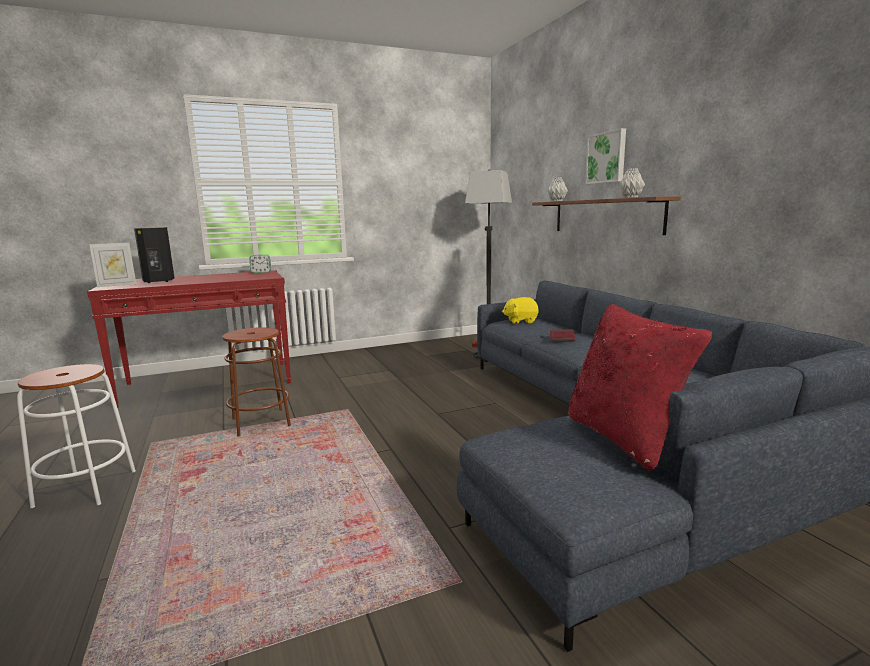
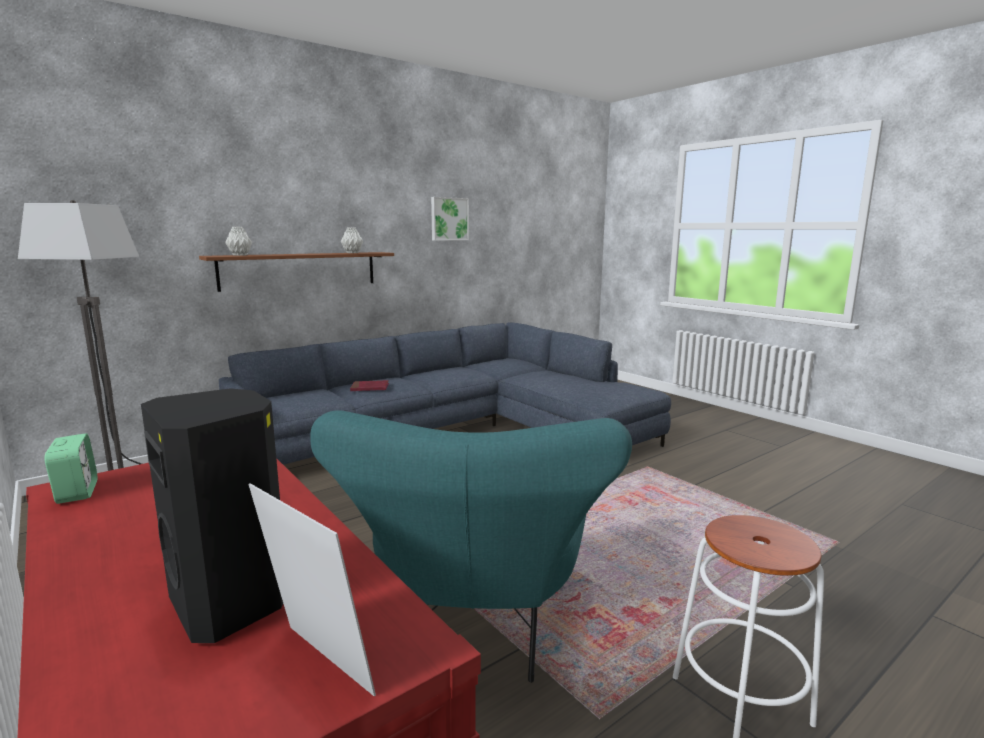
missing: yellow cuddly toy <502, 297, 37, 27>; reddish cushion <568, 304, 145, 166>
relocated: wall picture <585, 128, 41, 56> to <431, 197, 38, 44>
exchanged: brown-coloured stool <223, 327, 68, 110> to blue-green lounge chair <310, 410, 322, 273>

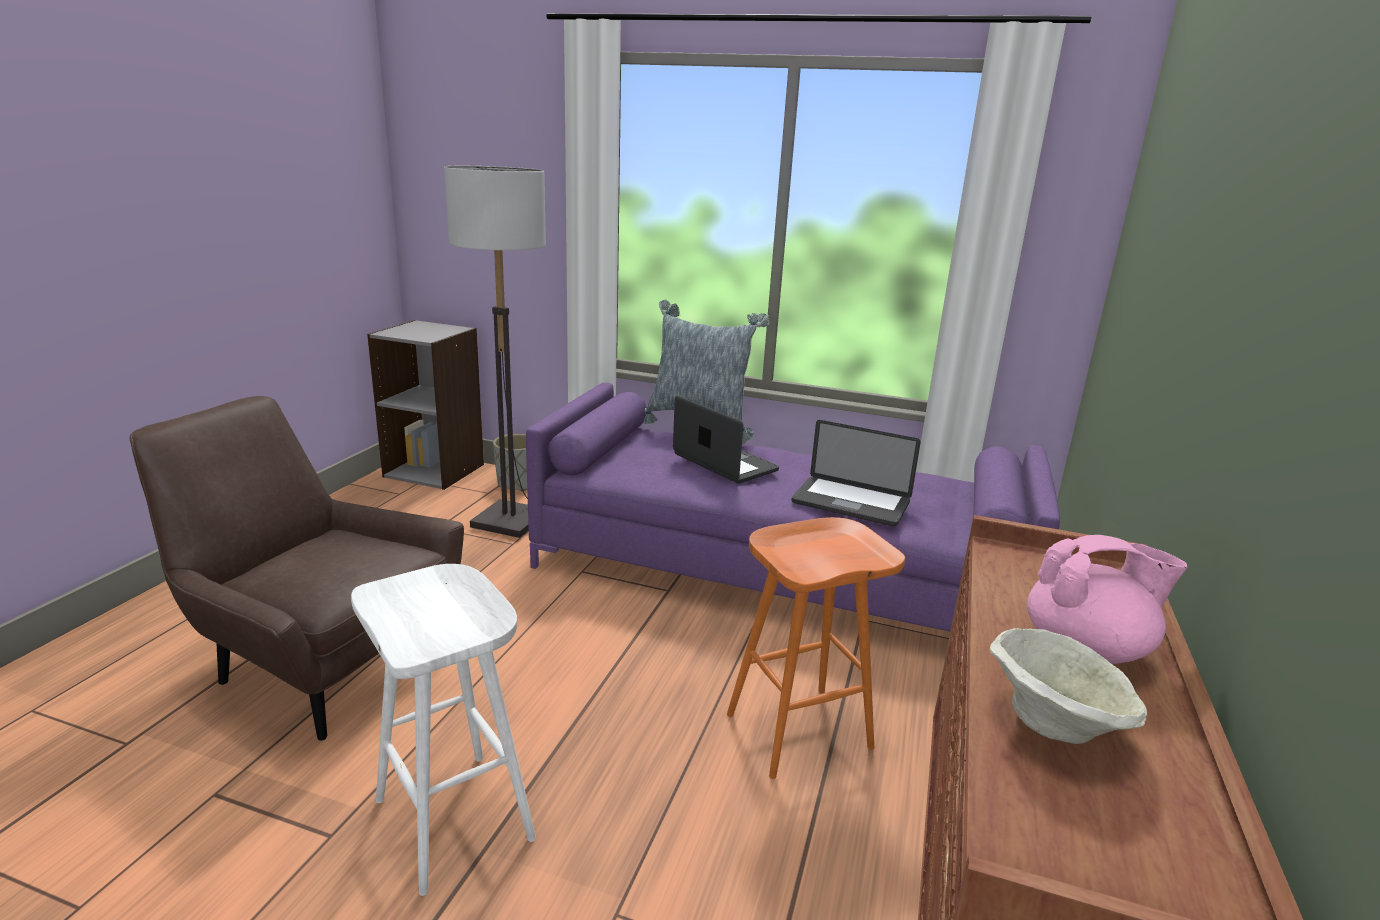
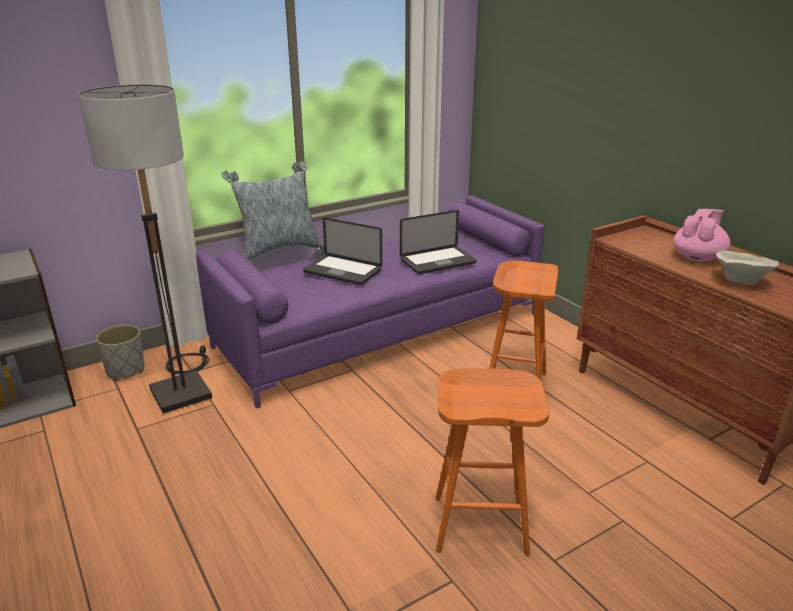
missing: brown-coloured lounge chair <130, 396, 334, 345>
colour: white-coloured stool <351, 564, 185, 332> to orange-coloured stool <435, 368, 115, 188>
spun: notebook computer <673, 396, 106, 88> = <303, 218, 79, 67> 150 degrees counterclockwise

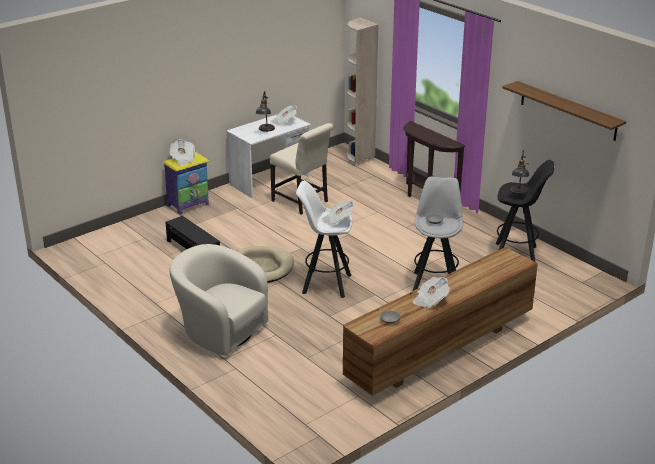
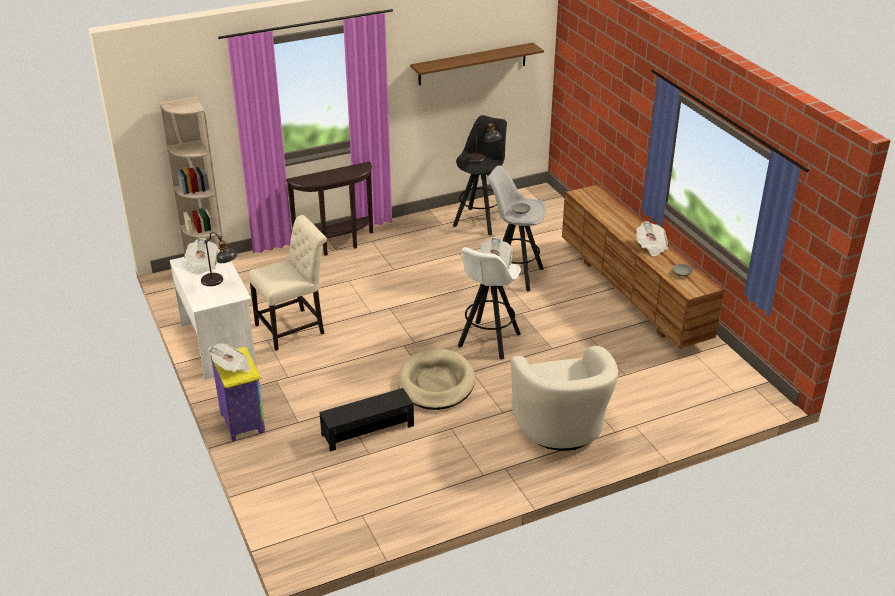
spun: beige-coloured lounge chair <169, 244, 99, 112> = <511, 346, 107, 105> 60 degrees counterclockwise

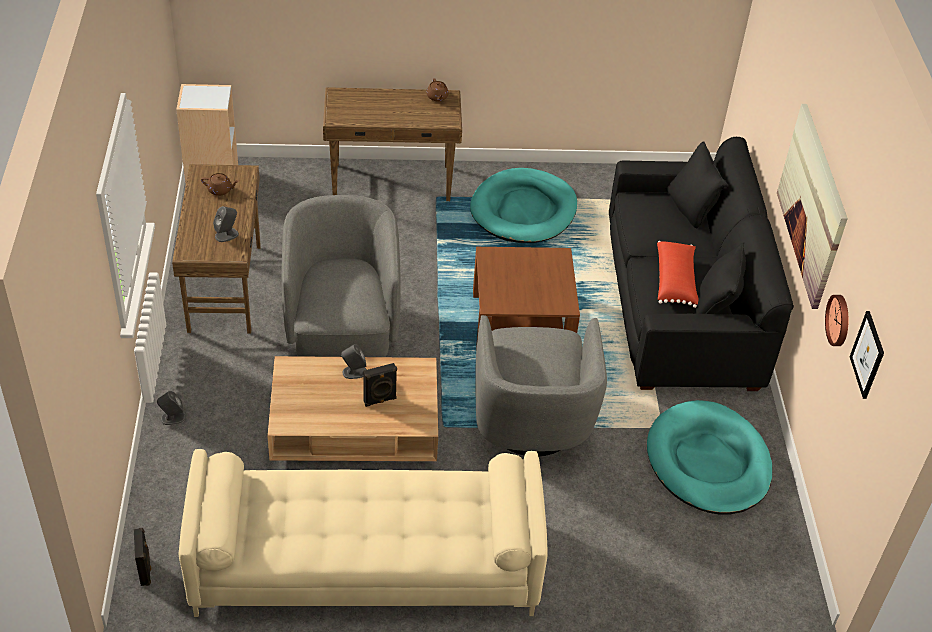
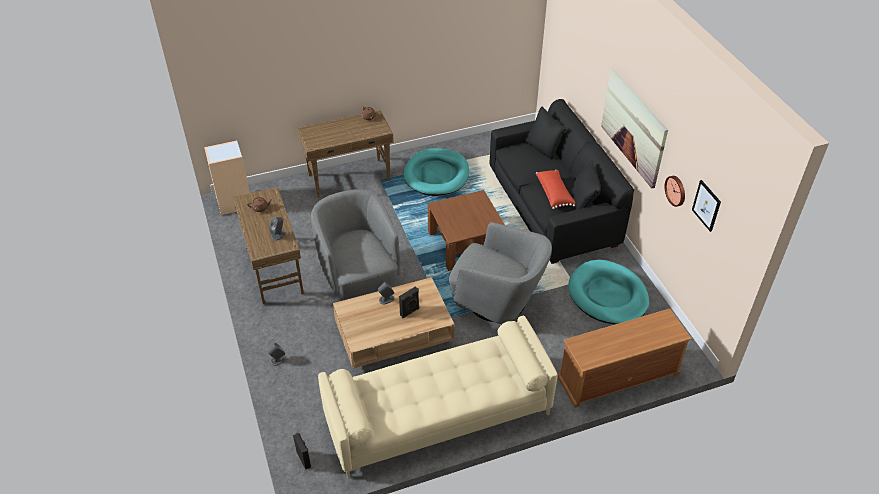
appeared: brown-coloured media console <557, 309, 135, 99>
spun: grey lounge chair <475, 315, 132, 141> = <449, 222, 103, 102> 45 degrees counterclockwise

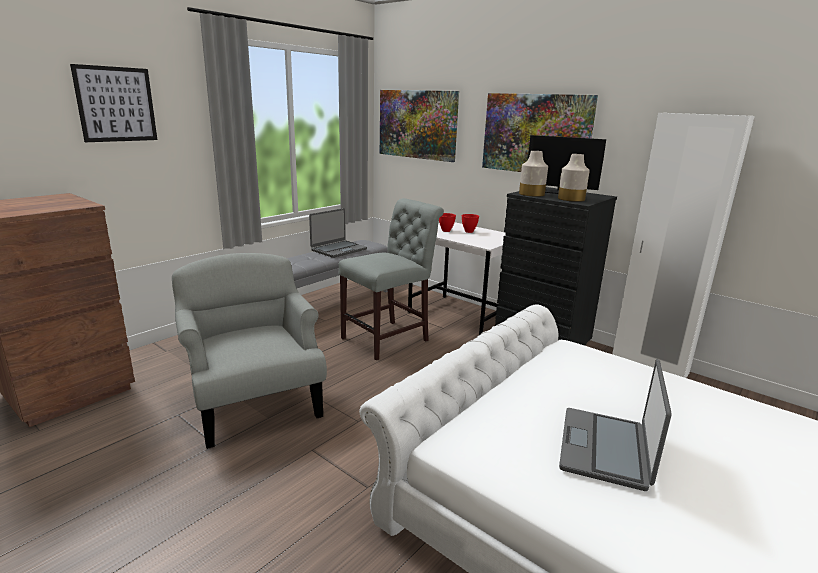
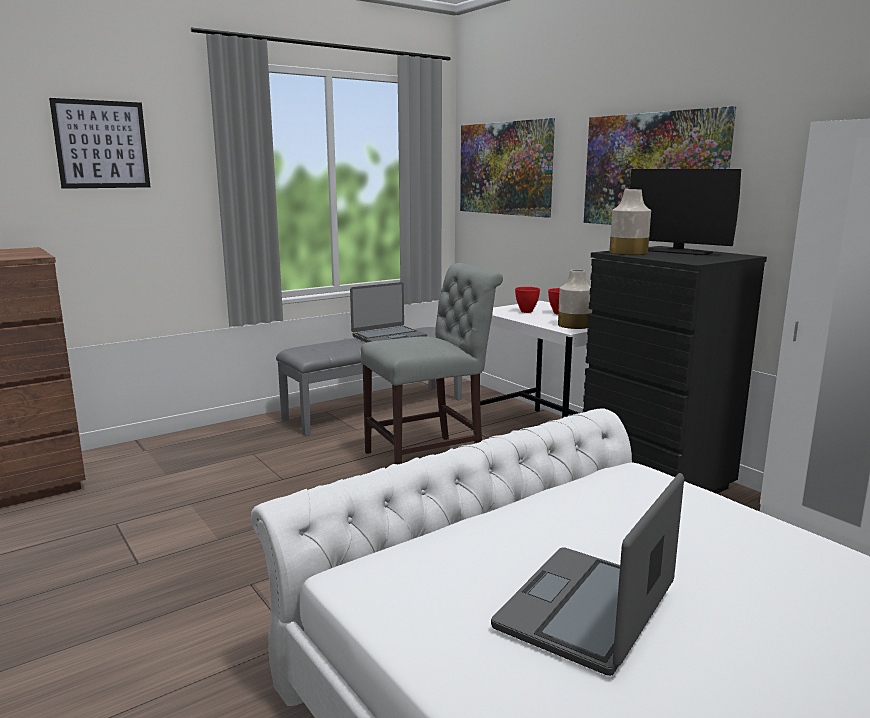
missing: grey lounge chair <172, 253, 155, 196>
relocated: beige-coloured flower vase <558, 154, 32, 48> to <558, 269, 34, 60>

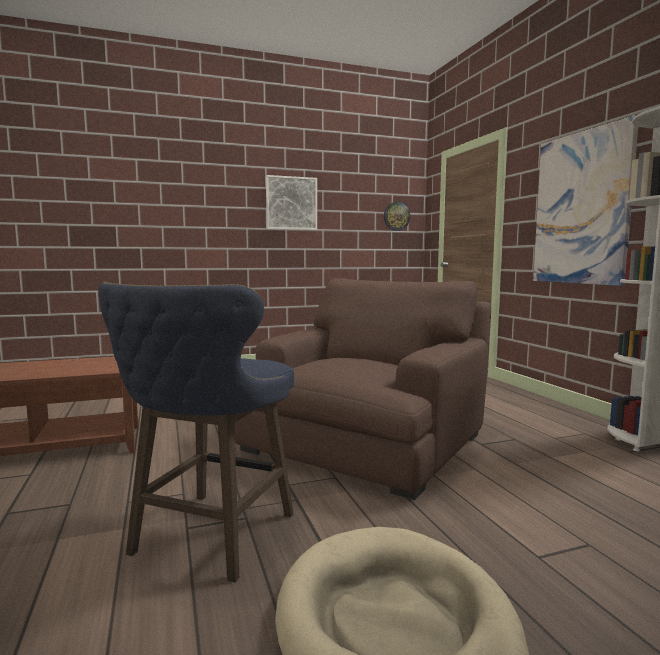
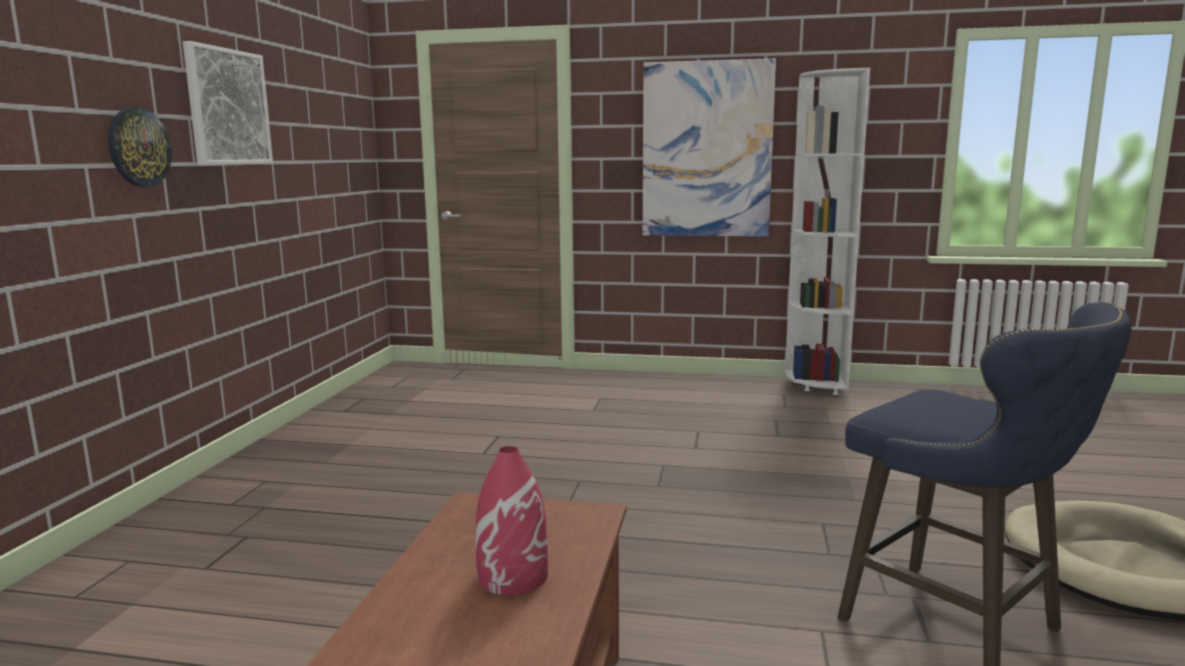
missing: brown-coloured lounge chair <234, 278, 257, 222>
appeared: reddish flower vase <476, 446, 72, 149>
relocated: wall clock <384, 202, 26, 29> to <108, 107, 64, 80>

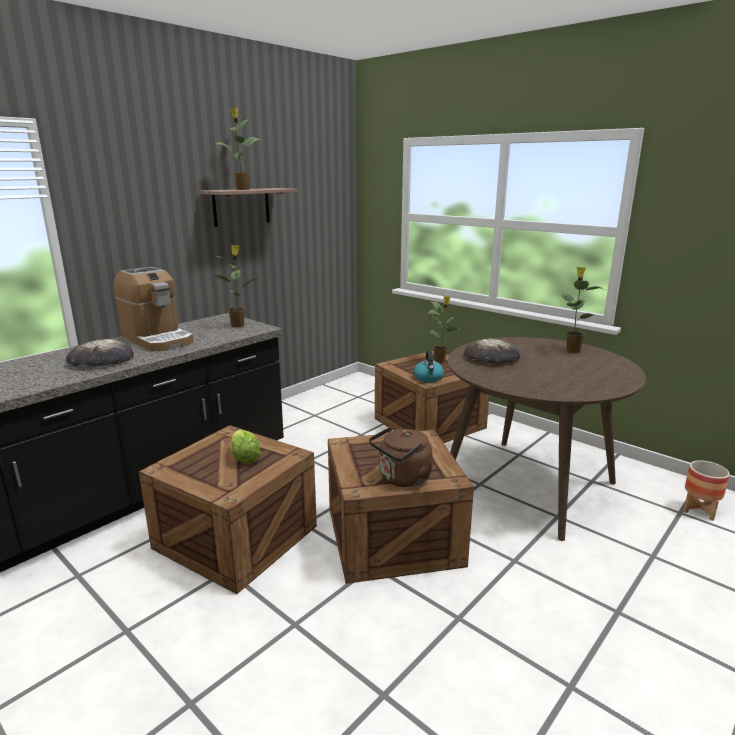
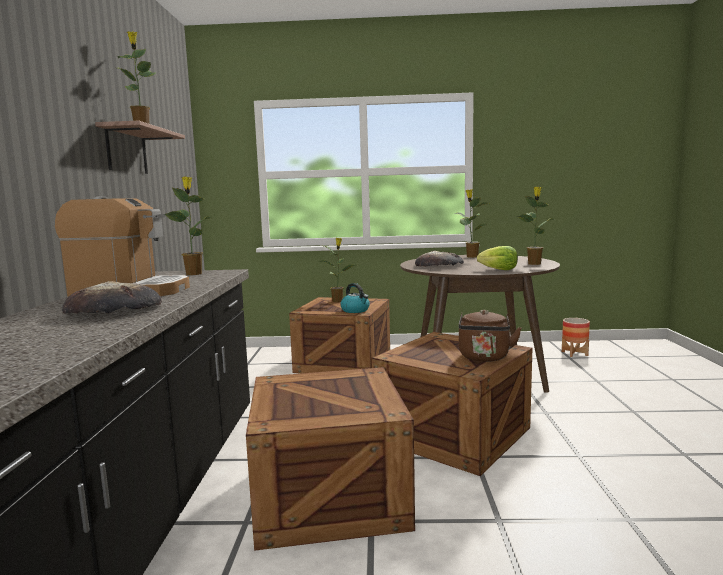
appeared: plant in a pot <516, 187, 39, 78>
relocated: head of lettuce <231, 429, 30, 35> to <477, 246, 41, 24>

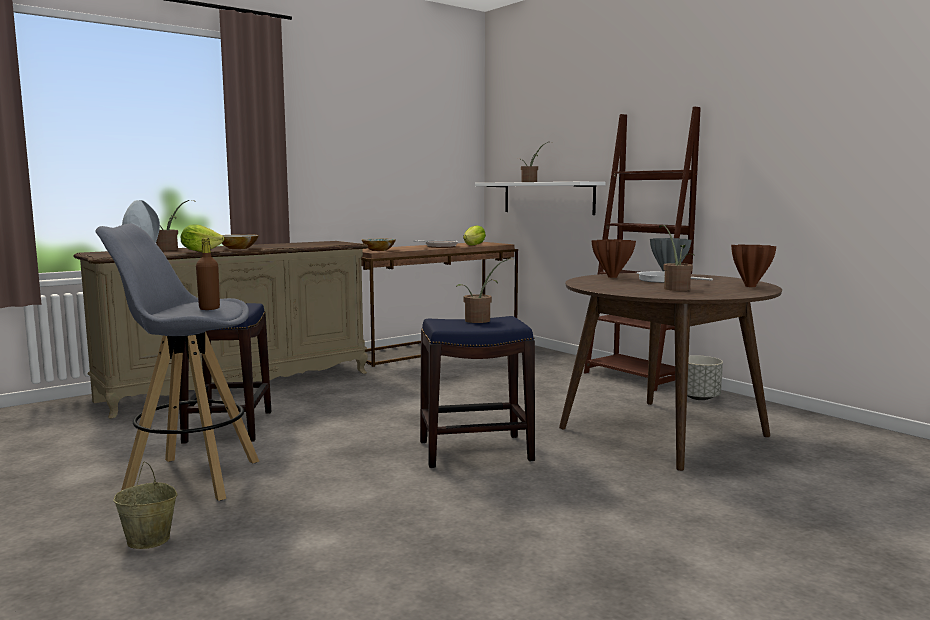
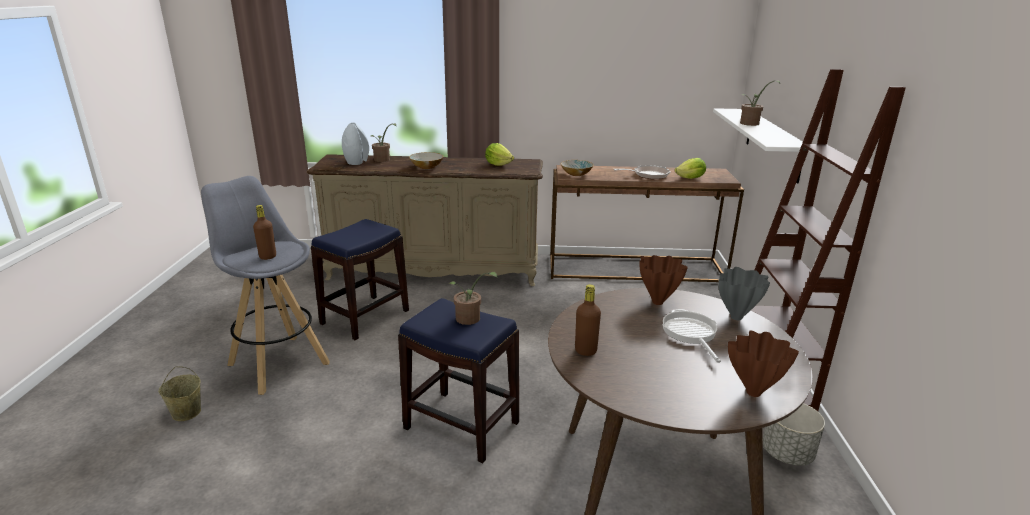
missing: plant in a pot <659, 225, 36, 66>
appeared: brown-coloured bottle <575, 284, 26, 72>
relocated: head of lettuce <181, 224, 43, 28> to <485, 143, 29, 23>

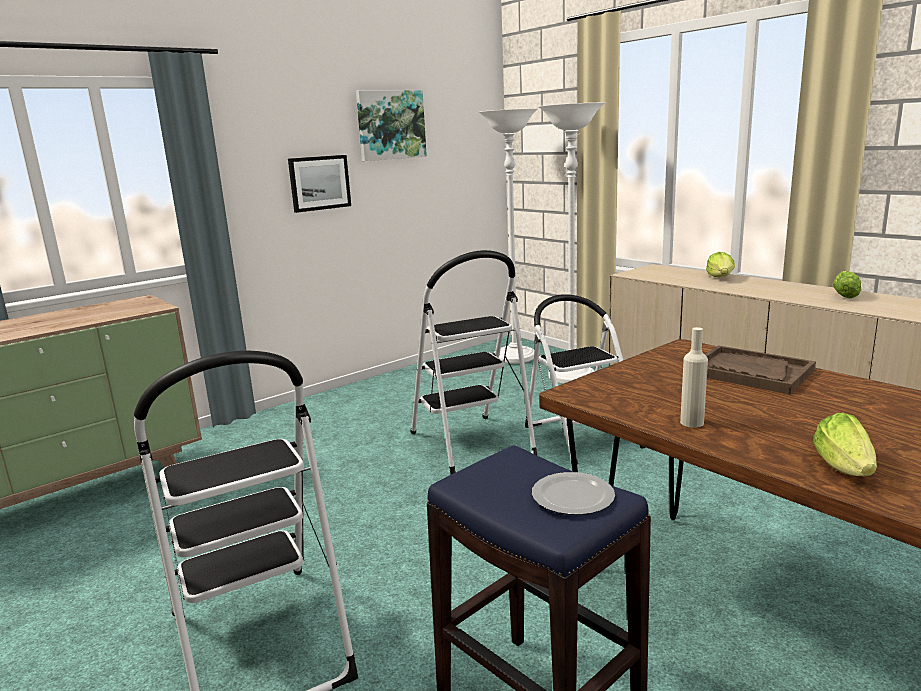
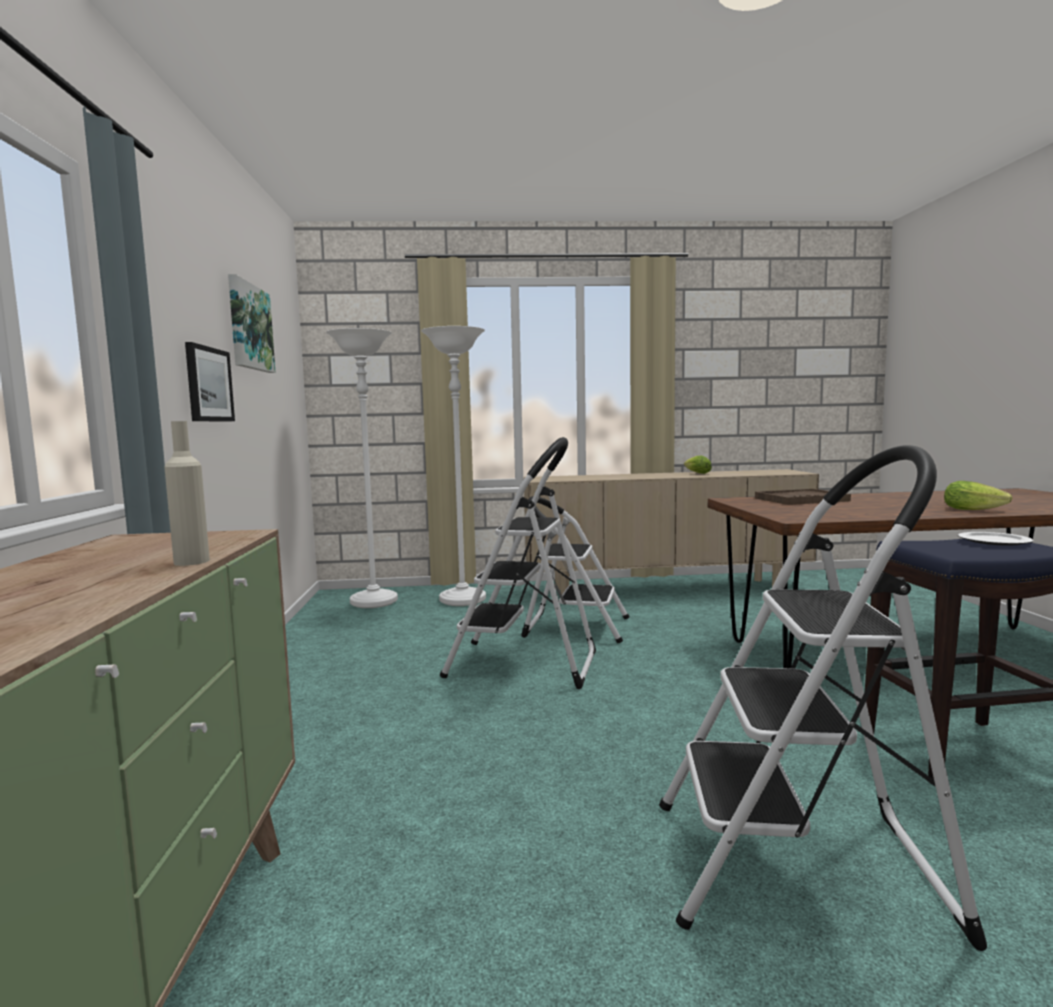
missing: head of lettuce <706, 252, 29, 25>
relocated: beige-coloured bottle <680, 327, 28, 101> to <164, 421, 46, 145>

